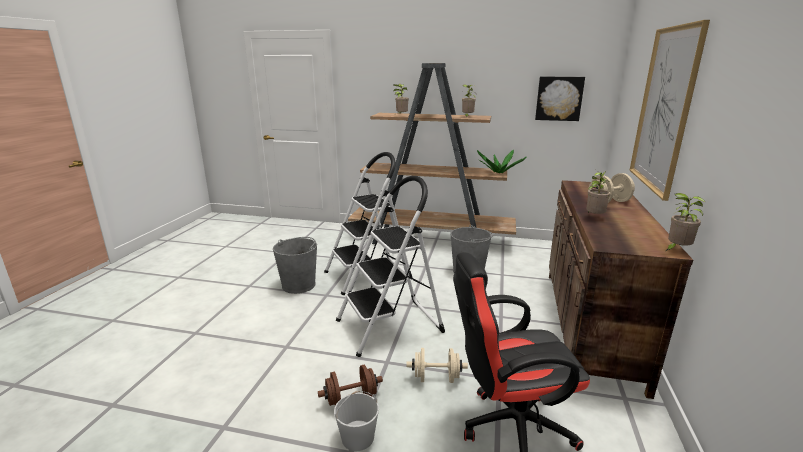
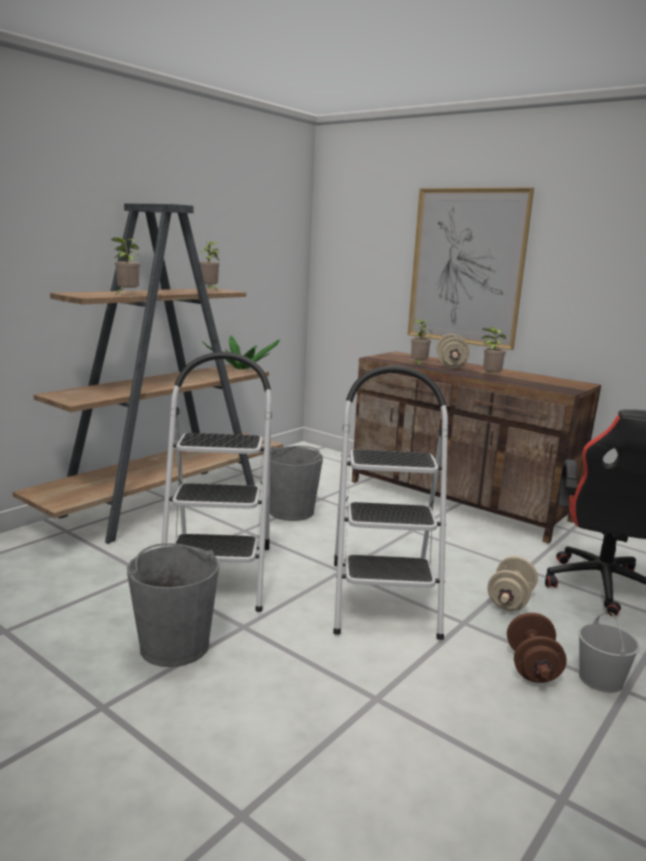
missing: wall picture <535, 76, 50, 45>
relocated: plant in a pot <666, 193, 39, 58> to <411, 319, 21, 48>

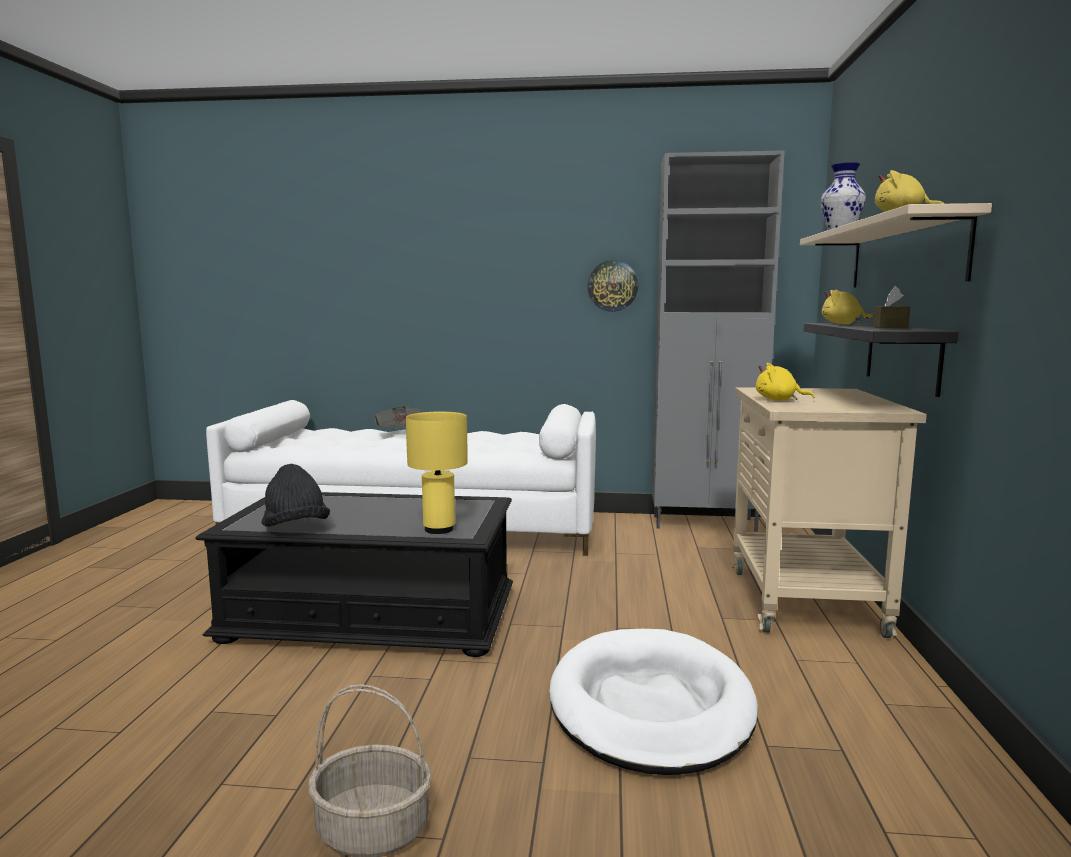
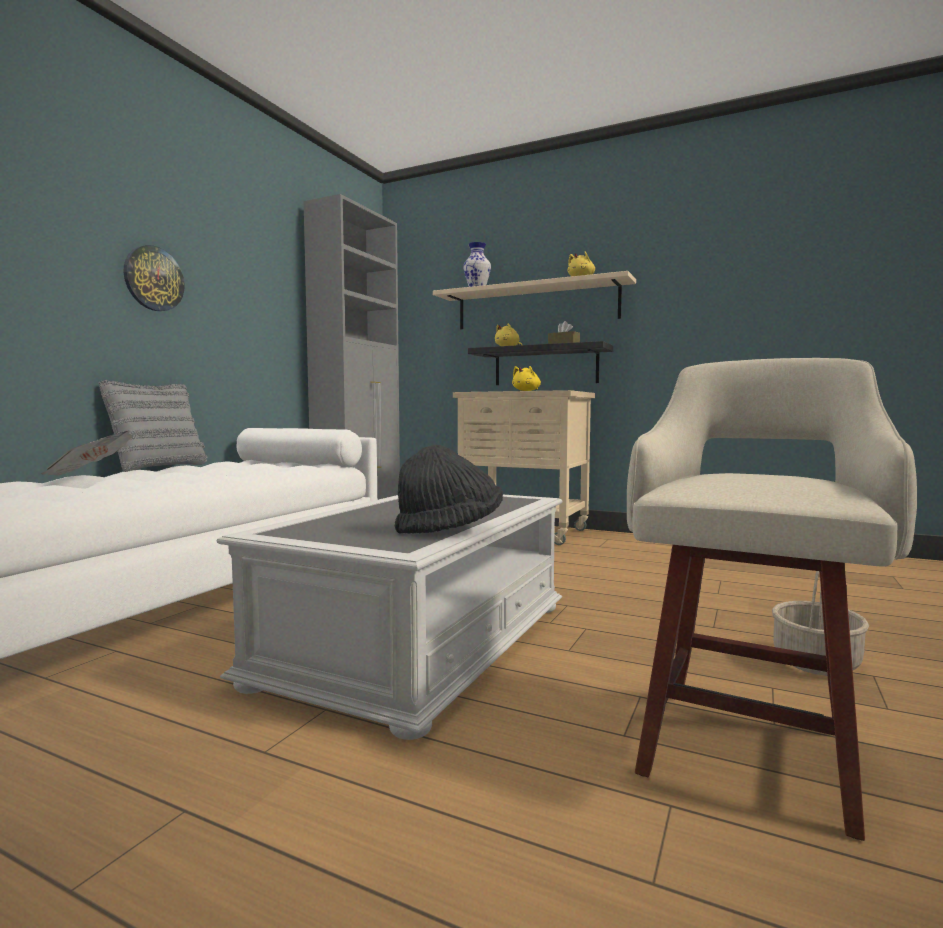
missing: yellow tabletop lamp <406, 411, 62, 123>; white-coloured pet bed <549, 629, 209, 146>
appeared: grey cushion <98, 380, 110, 92>; beige-coloured stool <627, 358, 290, 483>
relocated: wall clock <588, 260, 50, 52> to <123, 245, 62, 66>
colour: blackish coffee table <195, 492, 318, 165> to white-coloured coffee table <217, 495, 346, 245>

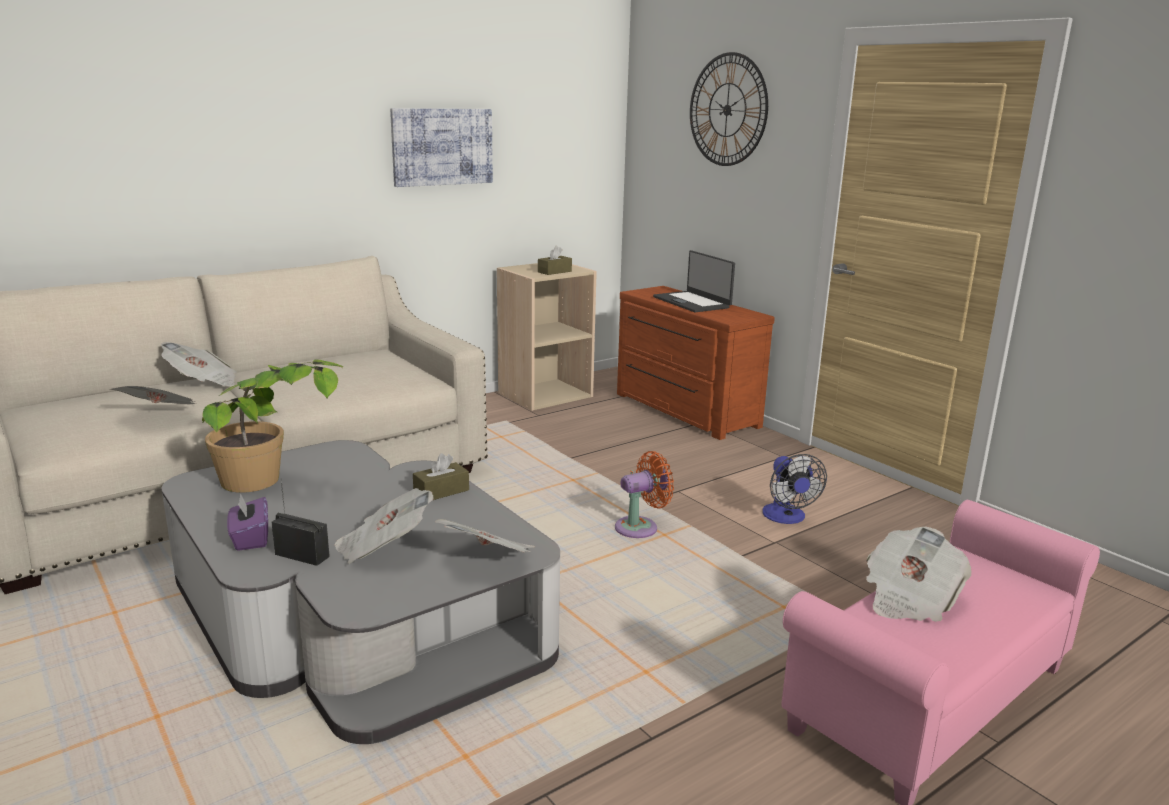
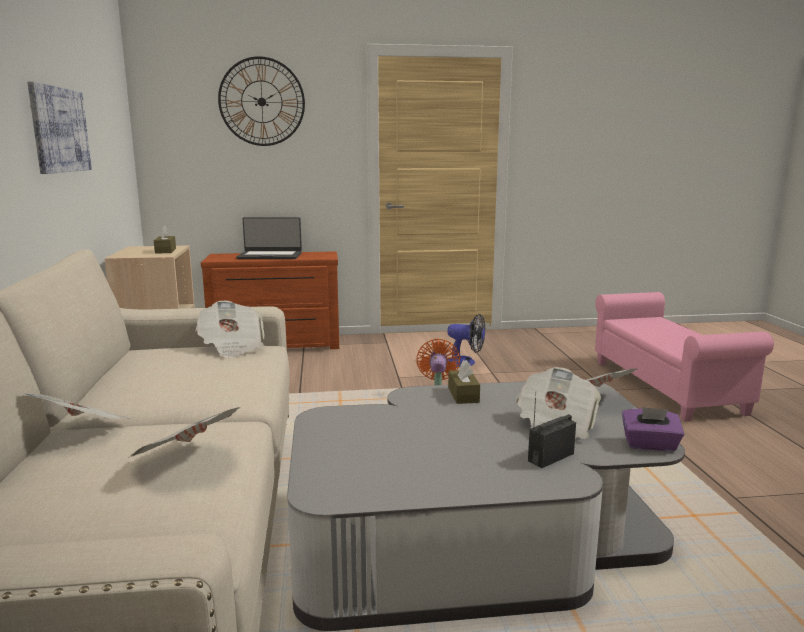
missing: plant in a pot <202, 359, 142, 134>
relocated: purple tissue holder <227, 493, 41, 58> to <622, 407, 62, 44>; printed paper <866, 527, 106, 95> to <195, 300, 69, 58>

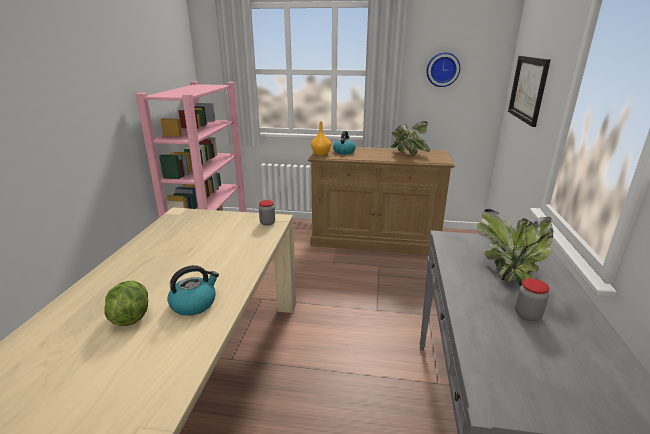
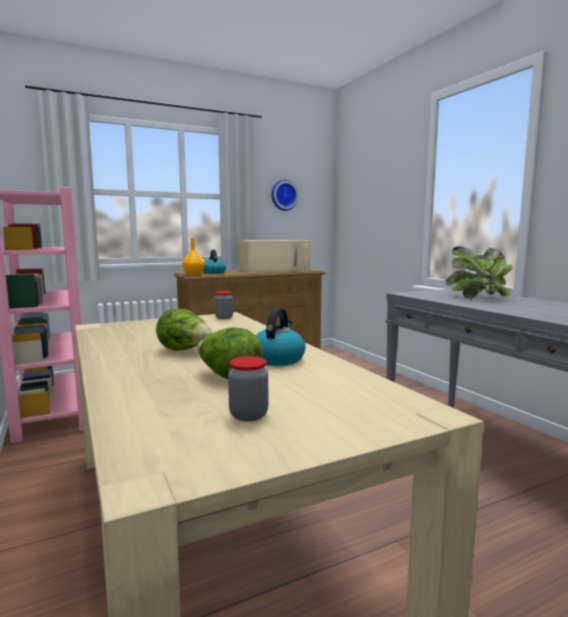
missing: wall picture <508, 56, 43, 71>
appeared: head of lettuce <156, 309, 56, 42>
relocated: jar <515, 278, 35, 43> to <228, 356, 40, 66>
exchanged: plant in a pot <390, 121, 40, 33> to beige-coloured kitchen microwave <238, 240, 73, 33>

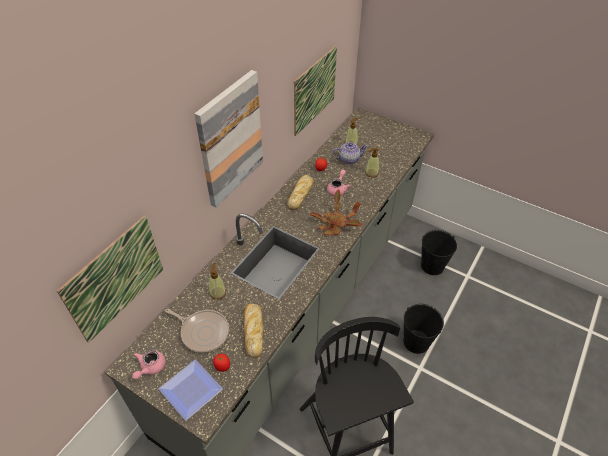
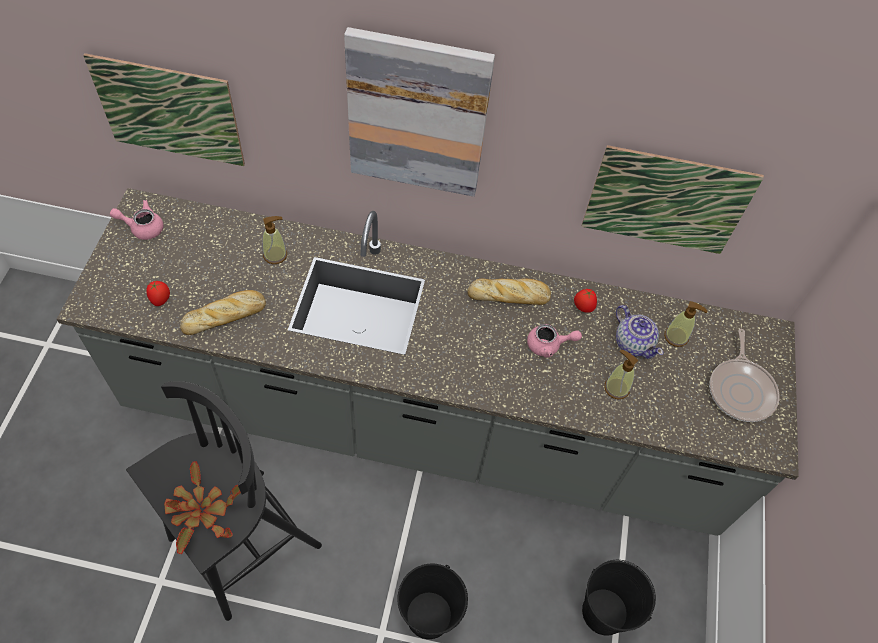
missing: dinner plate <159, 360, 64, 61>
relocated: skillet <165, 309, 64, 44> to <709, 329, 71, 93>; plant in a pot <310, 189, 51, 46> to <164, 461, 77, 93>

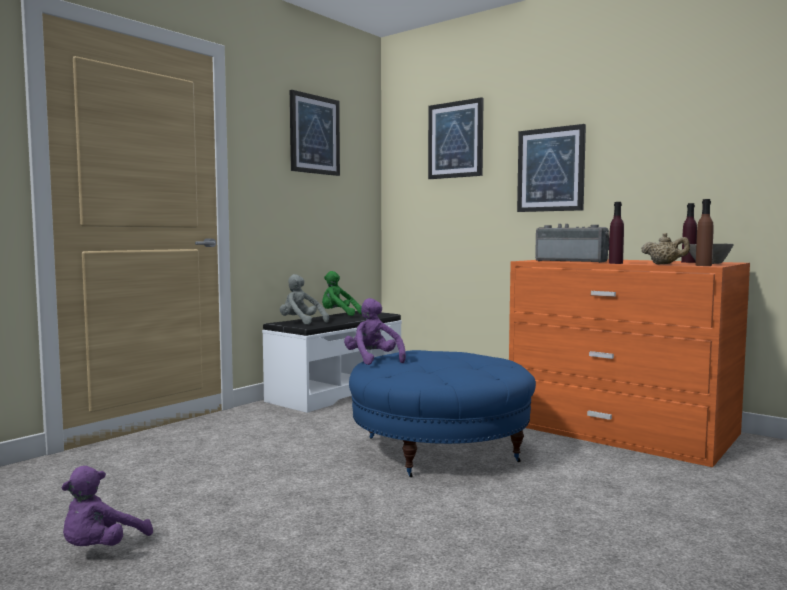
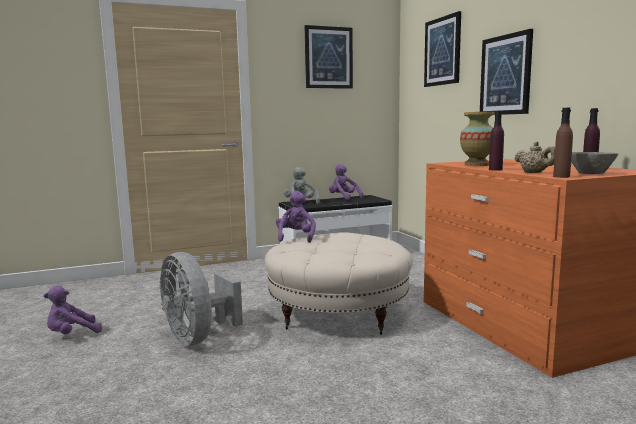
appeared: grey cooling fan <159, 252, 84, 94>
exchanged: radio receiver <535, 224, 74, 39> to flower vase <460, 112, 35, 54>
colour: greenish cuddly toy <322, 271, 40, 45> to purple cuddly toy <329, 164, 35, 36>; blue-coloured pouffe <349, 350, 187, 127> to beige-coloured pouffe <265, 232, 148, 103>

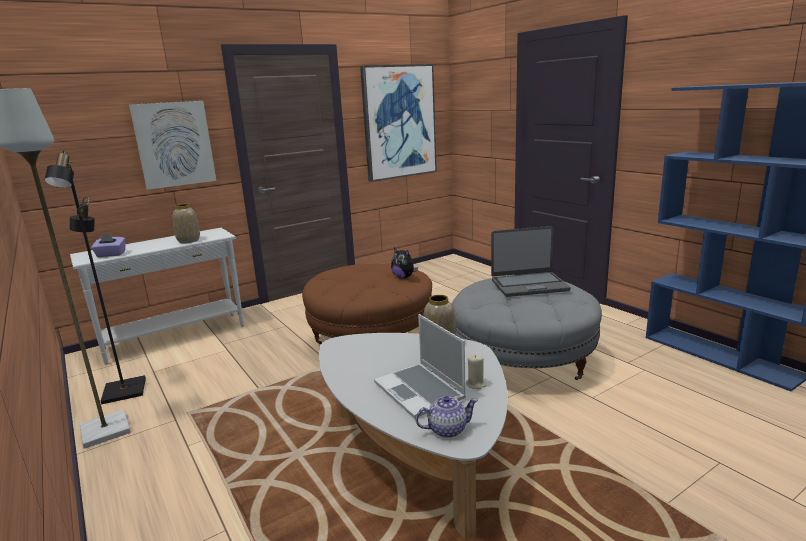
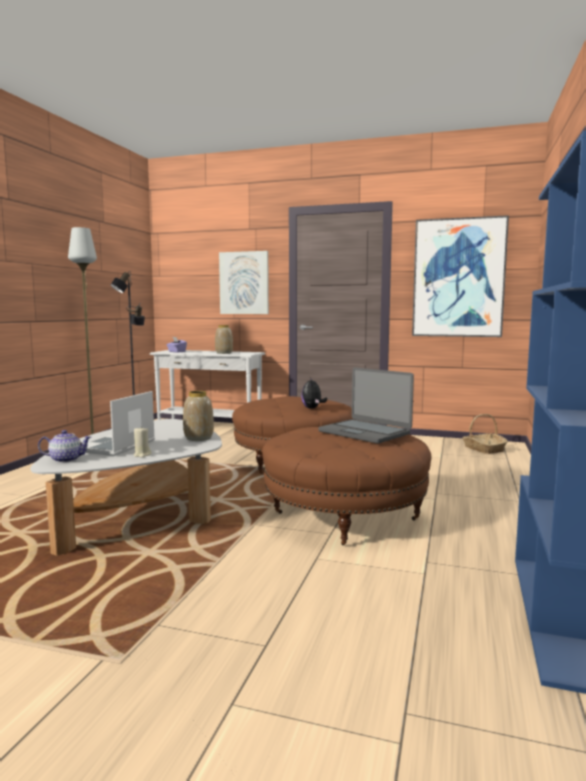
appeared: basket <462, 414, 46, 40>
colour: grey pouffe <451, 275, 151, 105> to brown-coloured pouffe <262, 427, 169, 118>
spun: teapot <416, 396, 62, 42> = <38, 430, 54, 33> 45 degrees counterclockwise

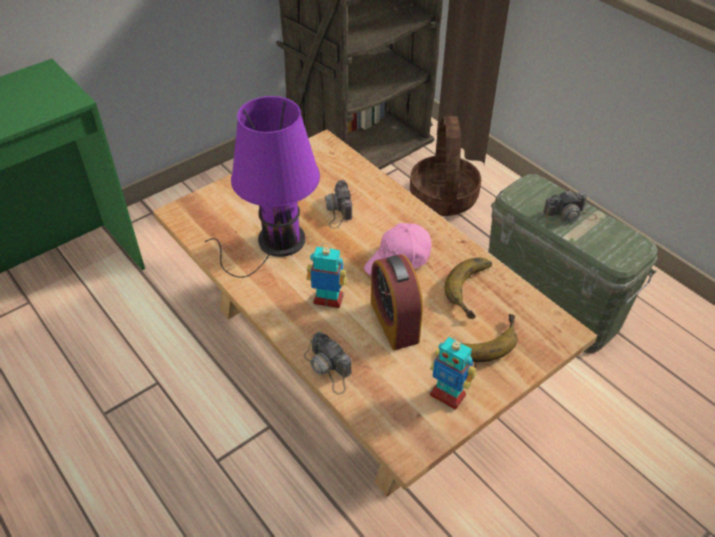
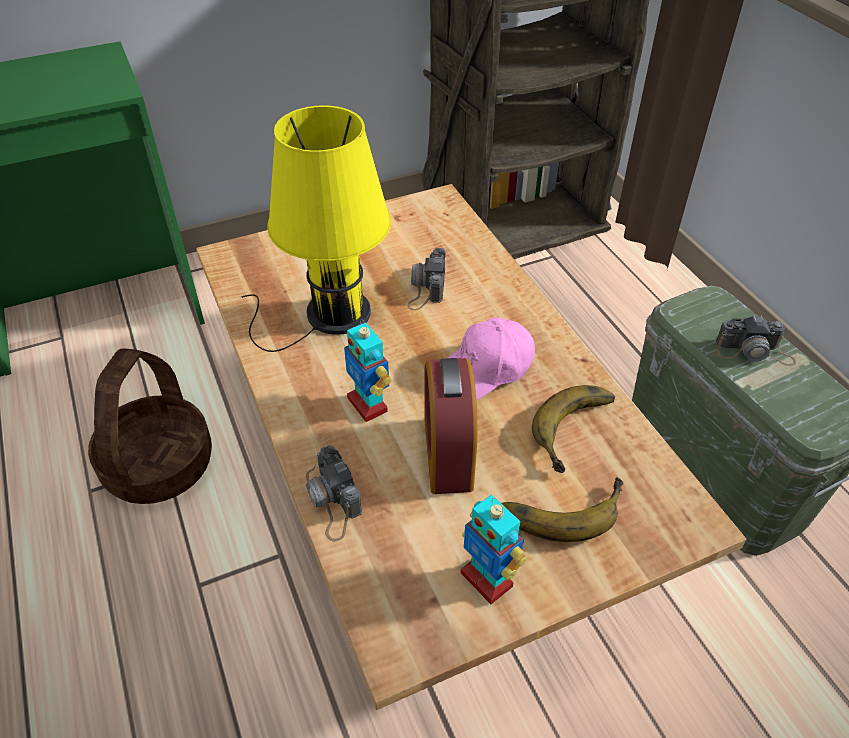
relocated: basket <410, 116, 71, 100> to <88, 348, 124, 156>
colour: purple tabletop lamp <205, 96, 115, 182> to yellow tabletop lamp <241, 105, 150, 247>
spun: toy robot <306, 243, 41, 65> = <344, 319, 48, 103> 150 degrees counterclockwise

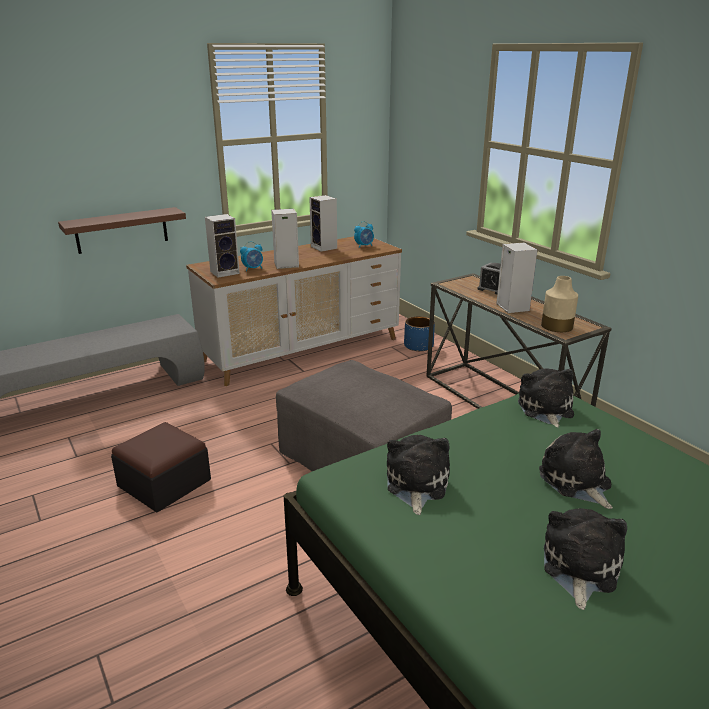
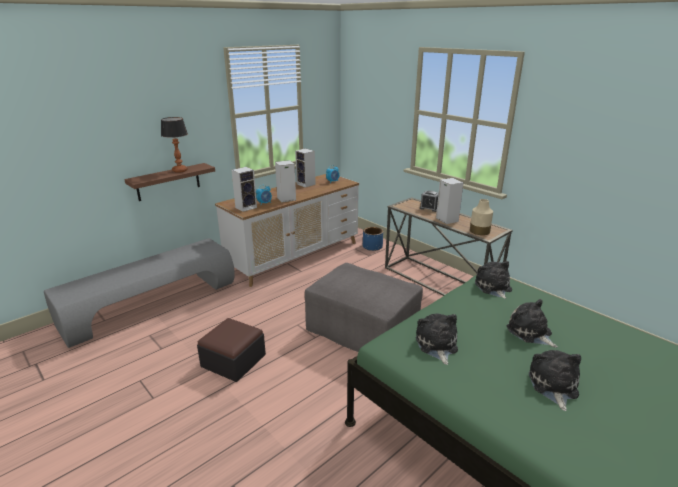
appeared: tabletop lamp <161, 117, 27, 56>

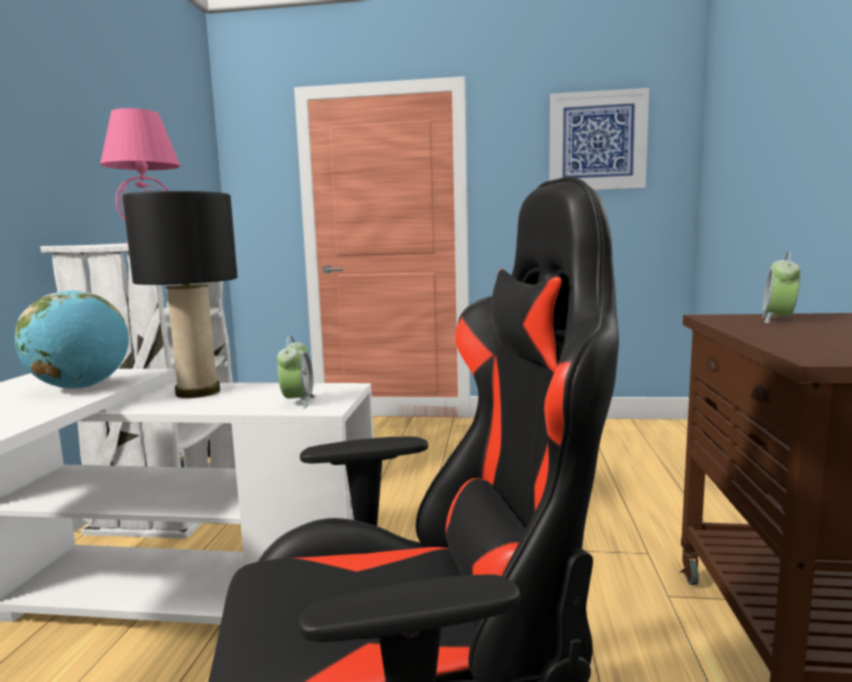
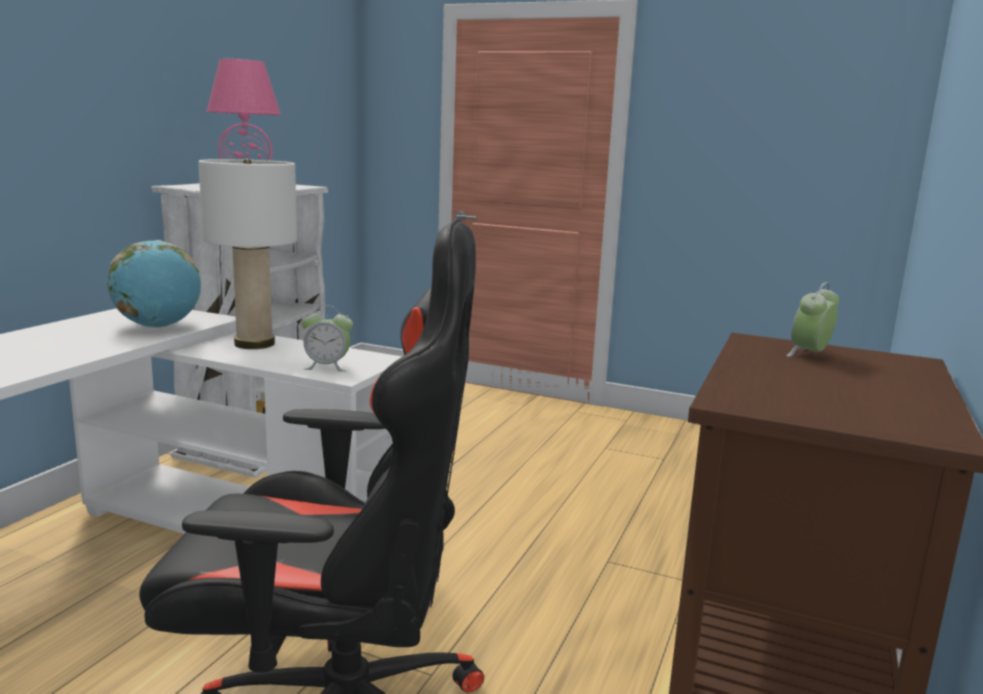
missing: wall picture <549, 88, 100, 102>
colour: blackish tabletop lamp <123, 191, 115, 207> to white-coloured tabletop lamp <198, 159, 99, 190>
spun: bedside clock <277, 336, 38, 73> = <302, 306, 51, 66> 75 degrees clockwise

